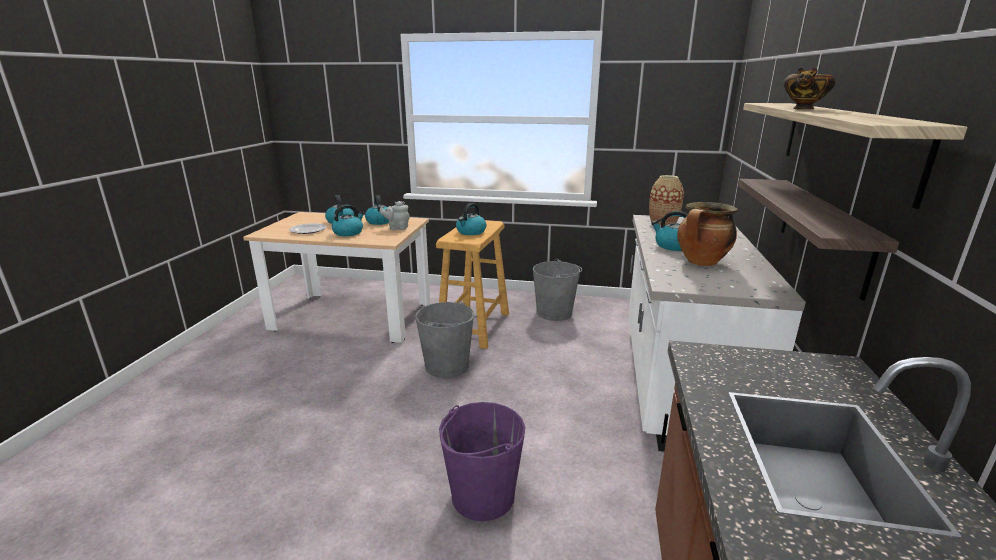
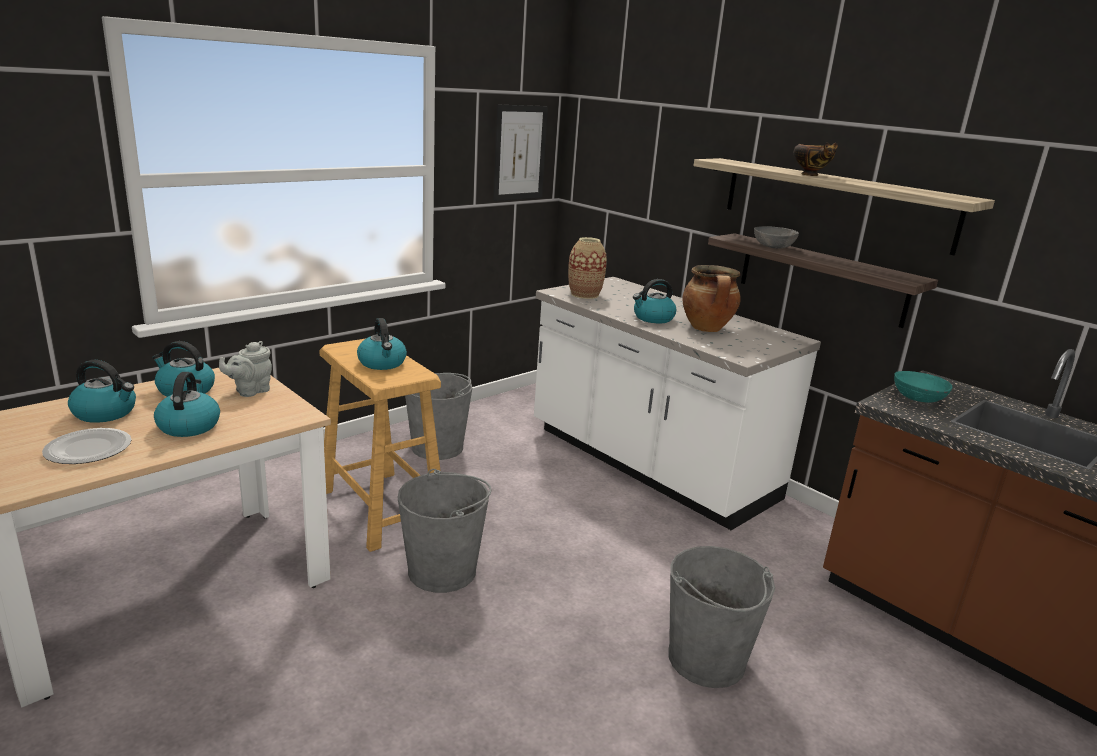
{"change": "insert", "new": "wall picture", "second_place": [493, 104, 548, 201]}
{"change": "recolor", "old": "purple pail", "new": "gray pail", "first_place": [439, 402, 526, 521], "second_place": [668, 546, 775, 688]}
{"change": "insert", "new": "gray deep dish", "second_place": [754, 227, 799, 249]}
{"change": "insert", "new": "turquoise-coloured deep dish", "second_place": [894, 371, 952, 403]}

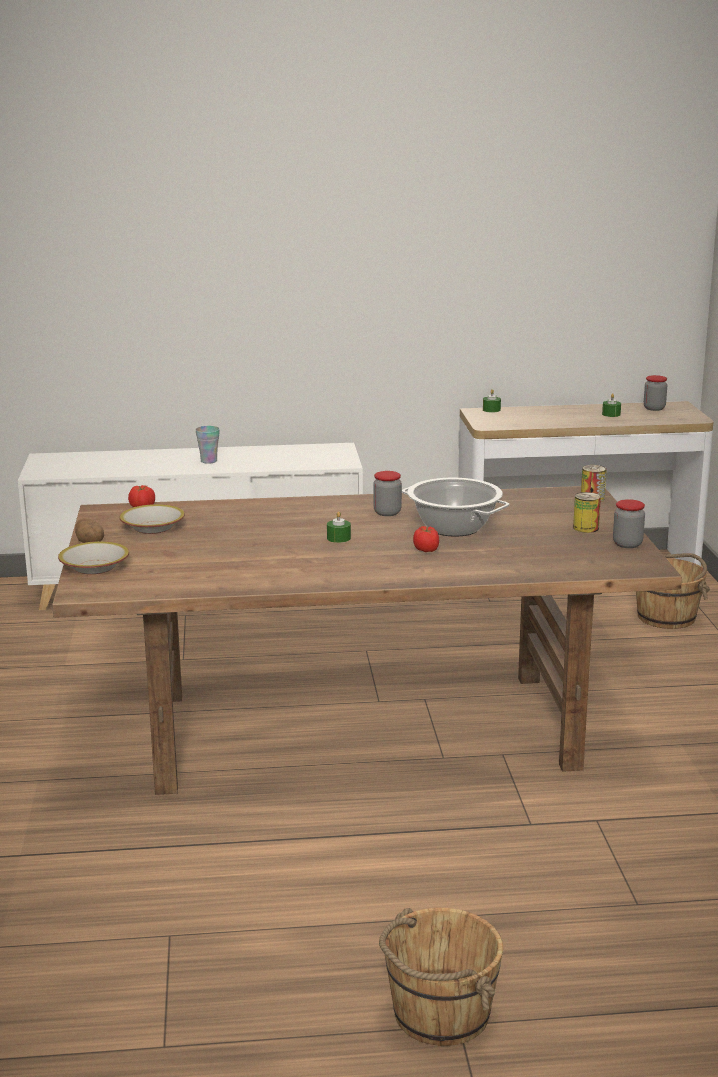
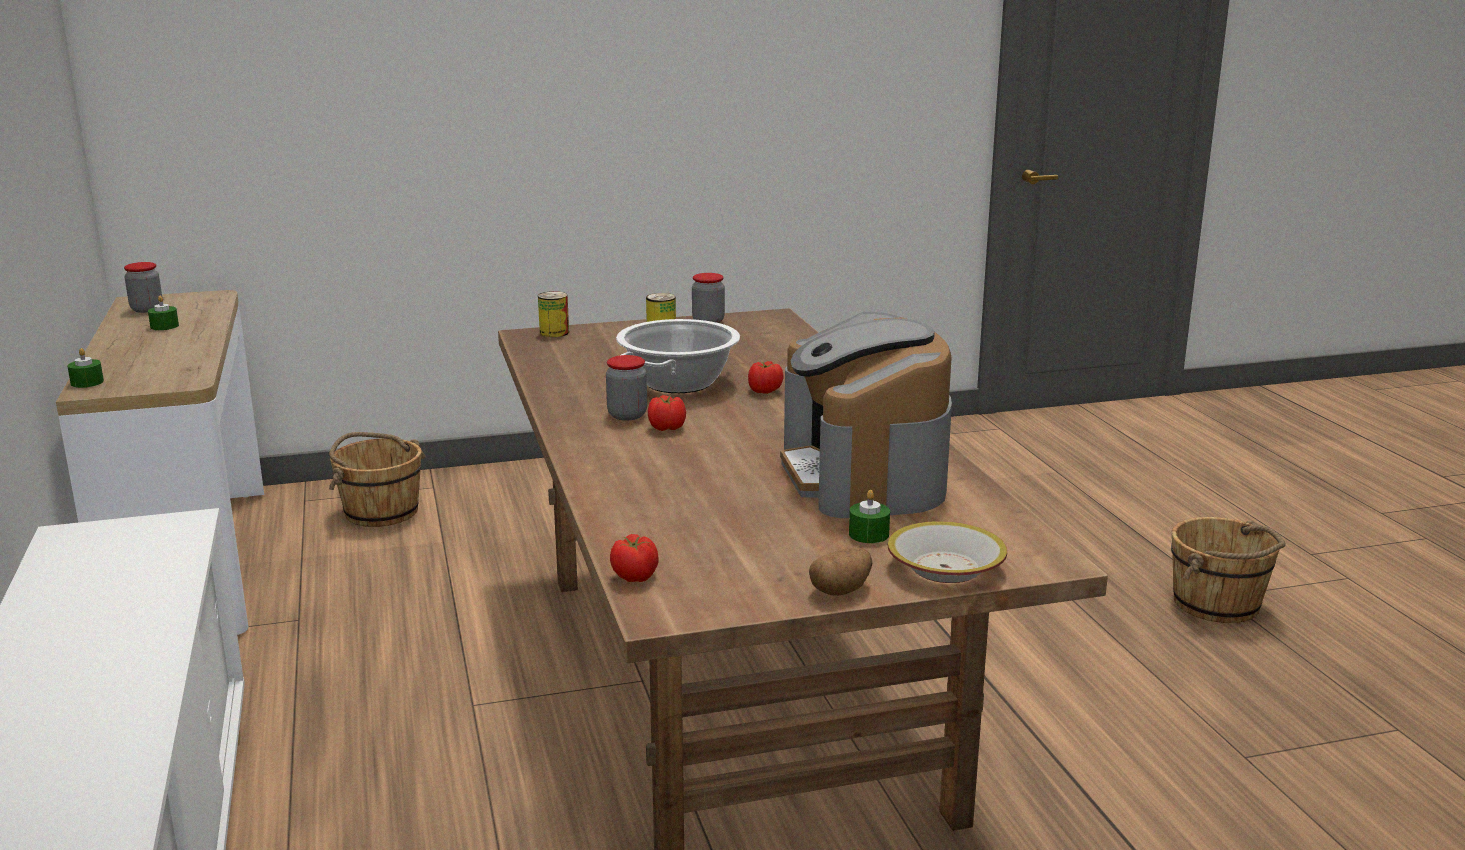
{"change": "insert", "new": "tomato", "second_place": [648, 395, 686, 431]}
{"change": "insert", "new": "coffee brewer", "second_place": [780, 312, 952, 518]}
{"change": "move", "old": "green wax candle", "first_place": [327, 511, 351, 543], "second_place": [849, 490, 890, 543]}
{"change": "delete", "old": "deep dish", "first_place": [120, 504, 185, 534]}
{"change": "delete", "old": "drinking cup", "first_place": [195, 426, 220, 464]}

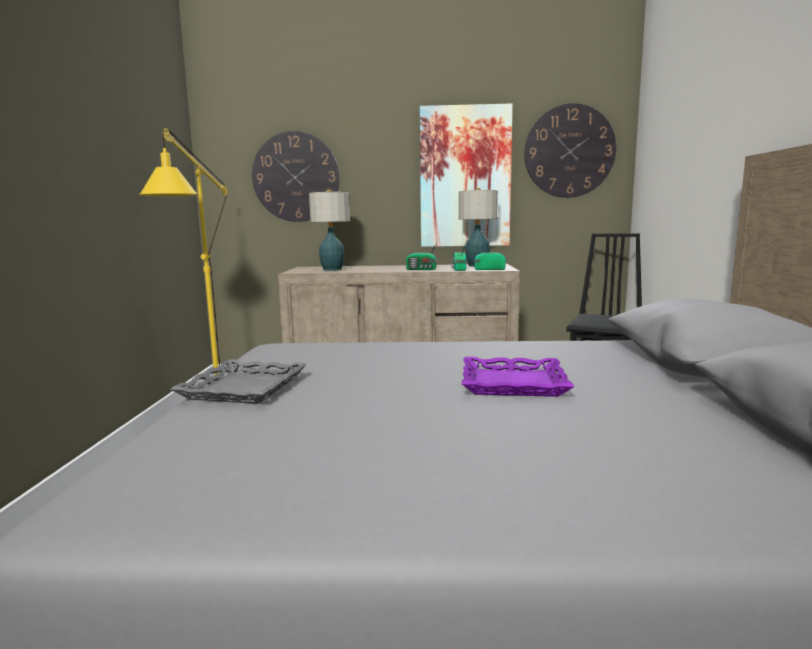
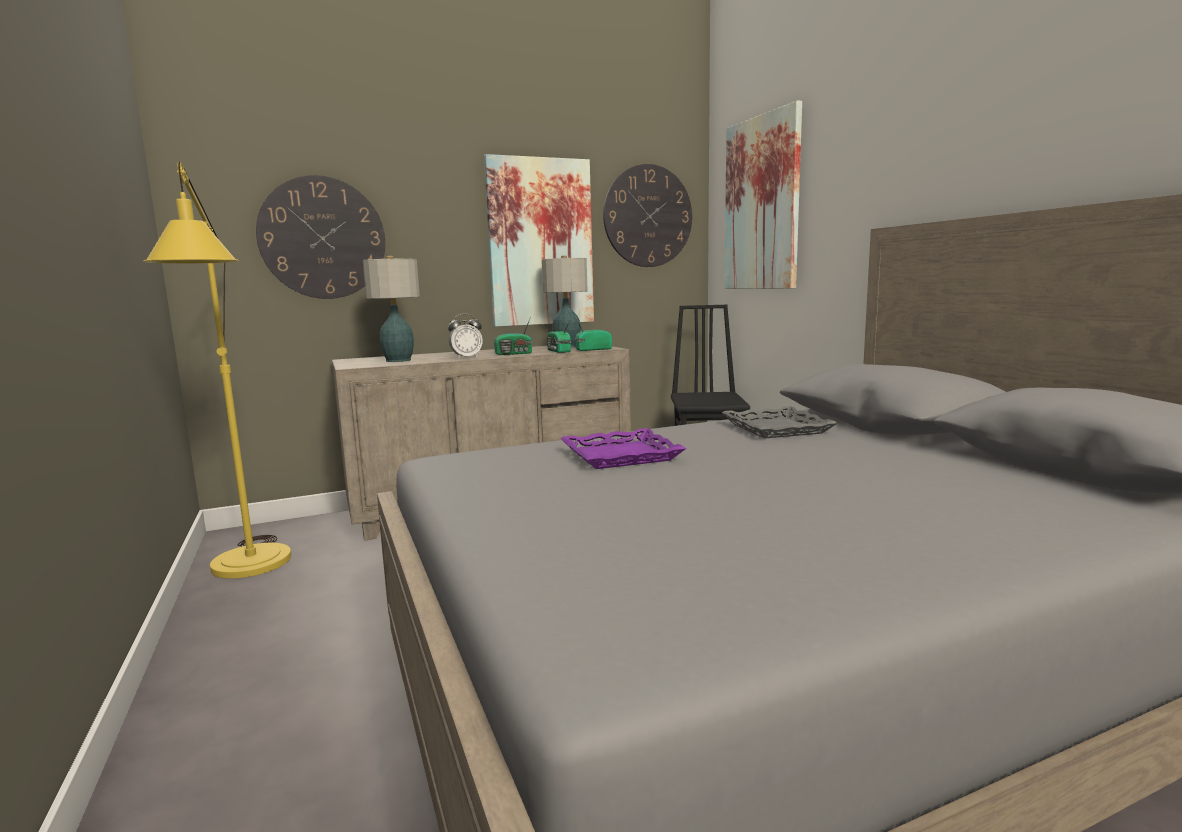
{"change": "insert", "new": "alarm clock", "second_place": [448, 313, 483, 359]}
{"change": "move", "old": "purple tray", "first_place": [462, 357, 574, 397], "second_place": [560, 428, 686, 469]}
{"change": "move", "old": "gray tray", "first_place": [170, 359, 307, 404], "second_place": [722, 406, 838, 439]}
{"change": "insert", "new": "wall picture", "second_place": [724, 101, 802, 289]}

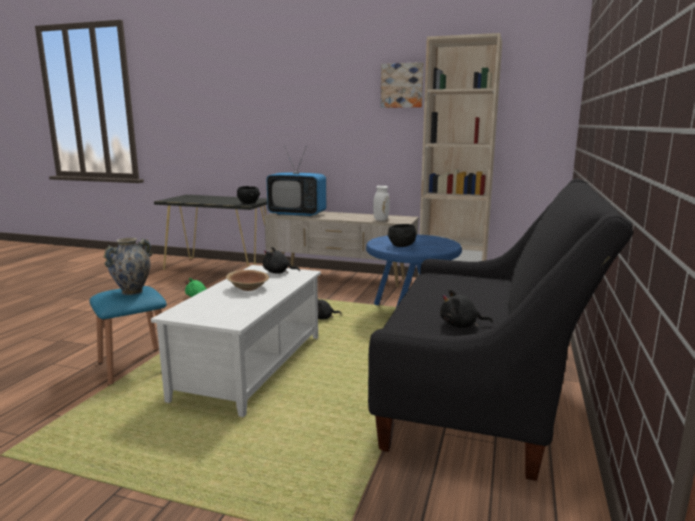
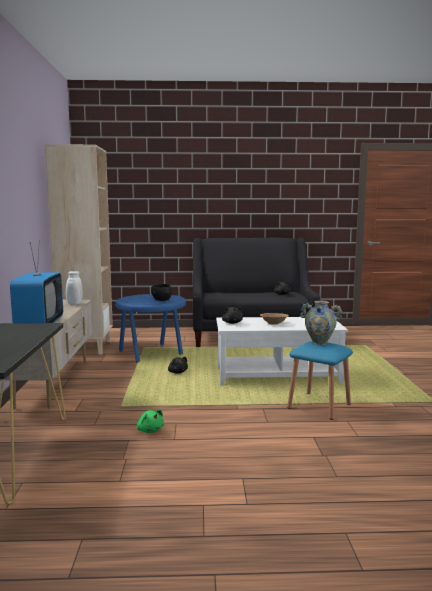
{"change": "delete", "old": "black-coloured deep dish", "first_place": [237, 186, 260, 204]}
{"change": "delete", "old": "wall picture", "first_place": [380, 62, 424, 108]}

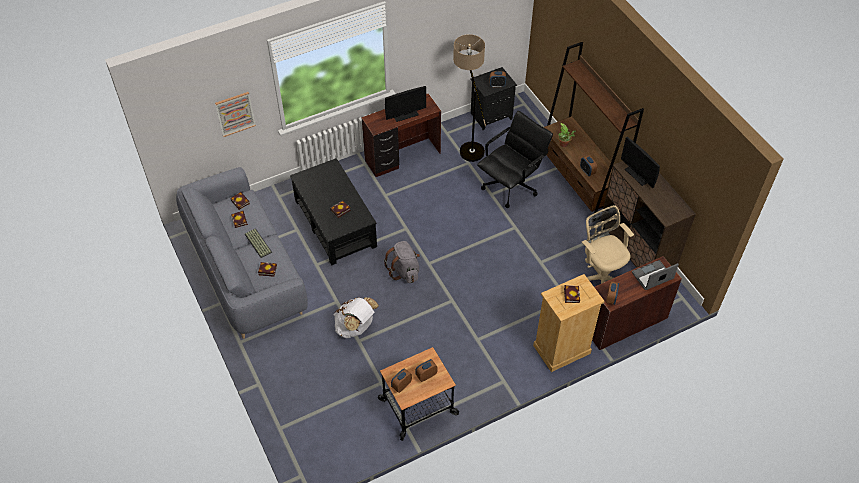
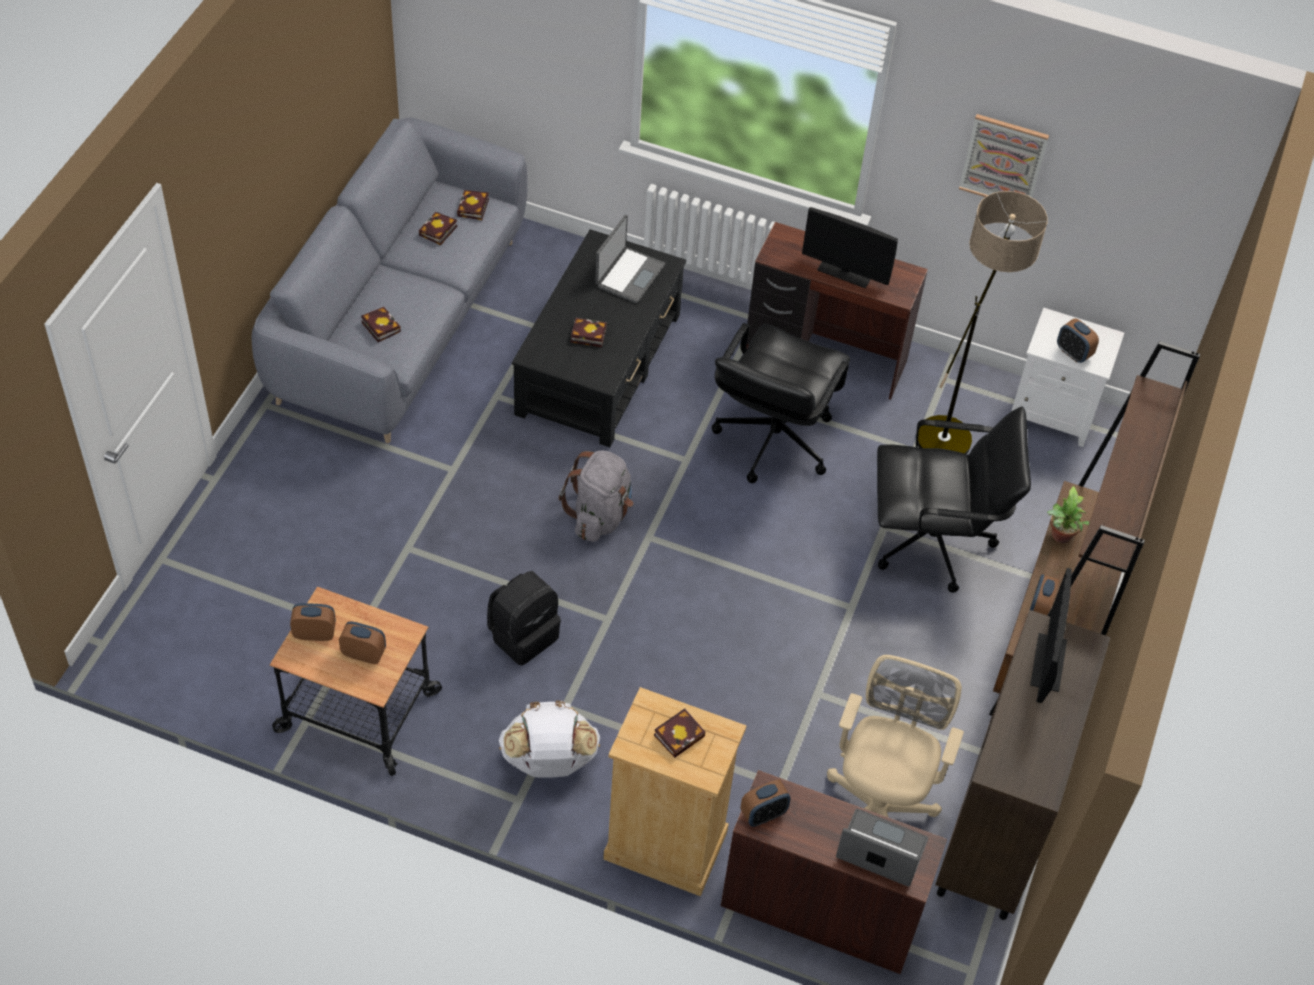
{"change": "insert", "new": "black-coloured rucksack", "second_place": [487, 571, 561, 665]}
{"change": "move", "old": "white rucksack", "first_place": [334, 297, 379, 338], "second_place": [499, 700, 600, 778]}
{"change": "insert", "new": "notebook computer", "second_place": [595, 215, 665, 304]}
{"change": "insert", "new": "black-coloured desk chair", "second_place": [712, 323, 850, 483]}
{"change": "move", "old": "wall picture", "first_place": [215, 92, 256, 137], "second_place": [959, 114, 1049, 197]}
{"change": "recolor", "old": "black-coloured nightstand", "new": "white nightstand", "first_place": [470, 67, 517, 130], "second_place": [1012, 308, 1124, 447]}
{"change": "delete", "old": "computer keyboard", "first_place": [245, 228, 272, 258]}

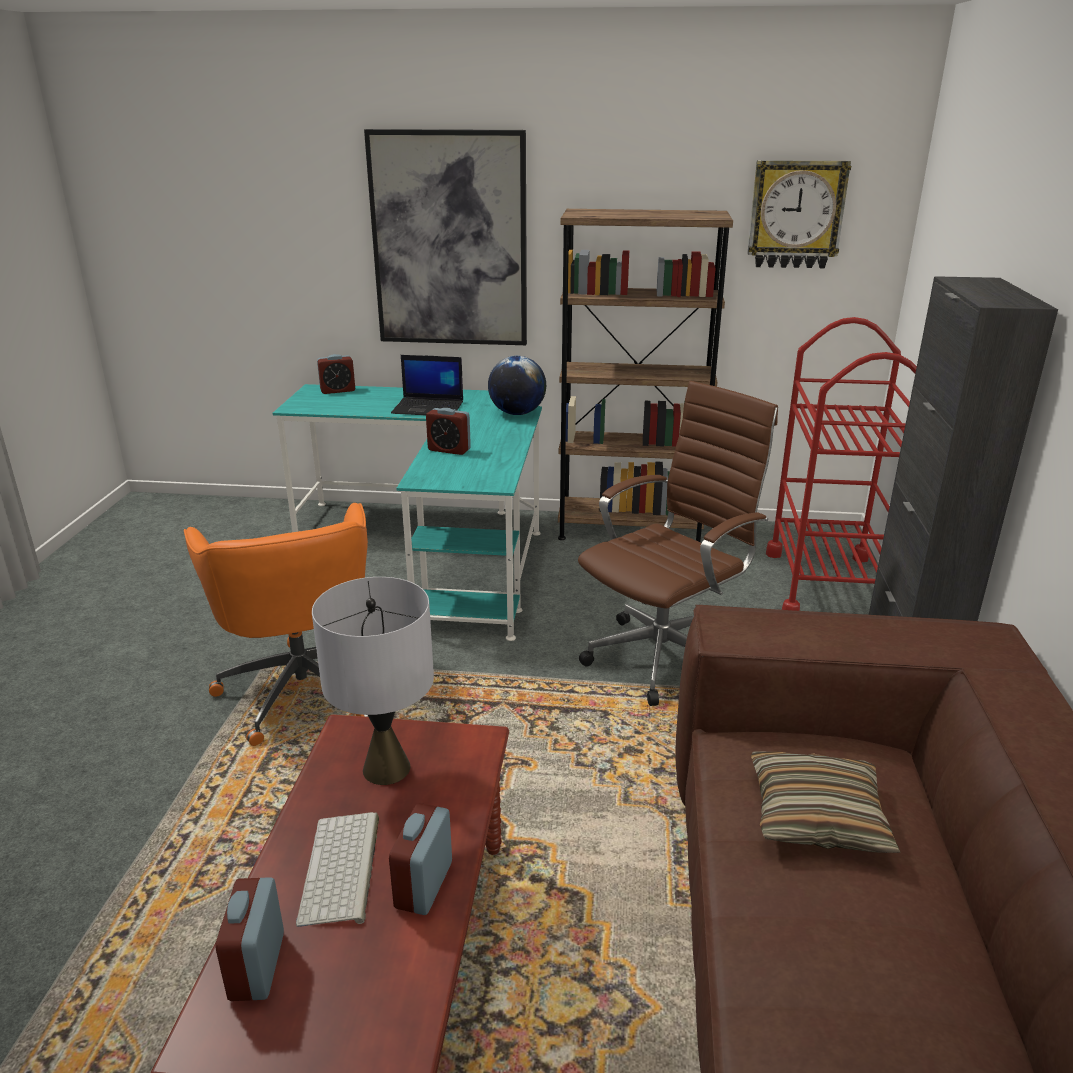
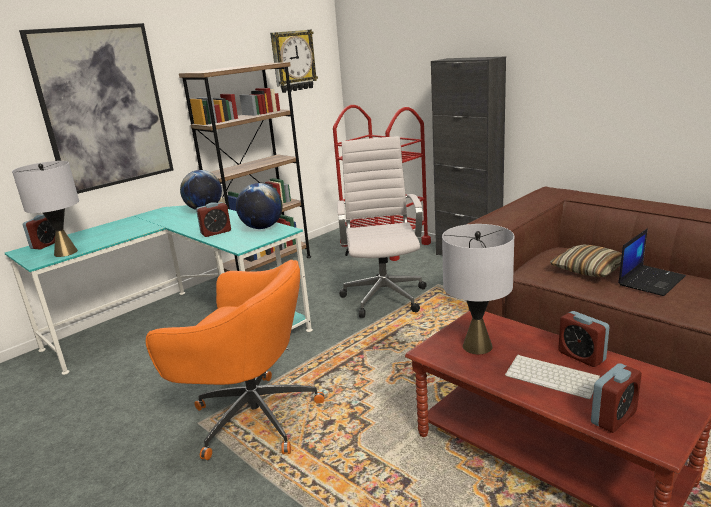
{"change": "insert", "new": "gray table lamp", "second_place": [12, 161, 79, 257]}
{"change": "insert", "new": "world globe", "second_place": [236, 183, 282, 229]}
{"change": "recolor", "old": "brownish desk chair", "new": "white desk chair", "first_place": [578, 381, 778, 706], "second_place": [337, 136, 427, 318]}
{"change": "rotate", "old": "alarm clock", "first_place": [215, 877, 284, 1001], "second_place": [591, 363, 642, 433], "degrees": -75}
{"change": "move", "old": "notebook computer", "first_place": [391, 355, 463, 415], "second_place": [618, 228, 686, 296]}

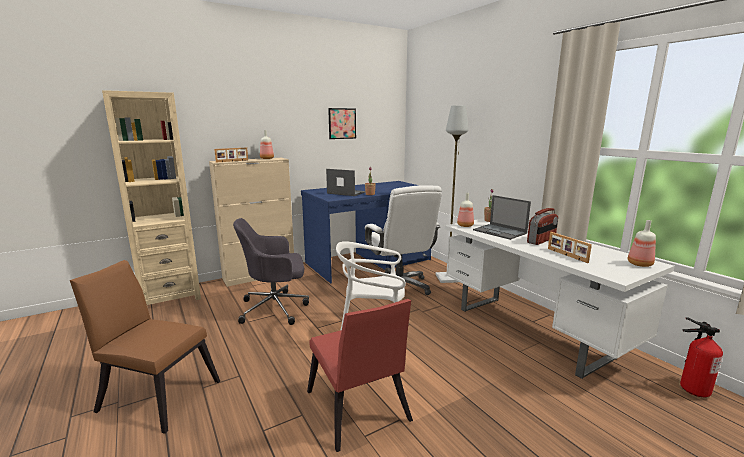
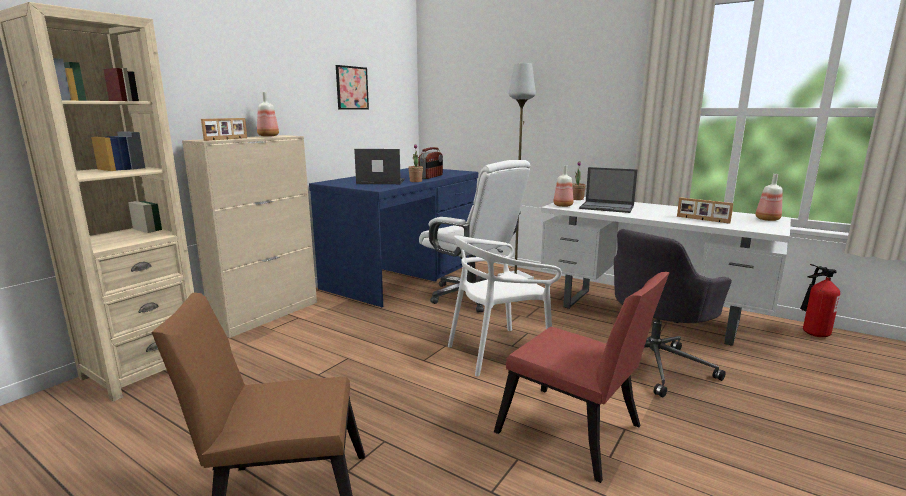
{"change": "move", "old": "radio set", "first_place": [527, 208, 558, 245], "second_place": [418, 147, 443, 179]}
{"change": "move", "old": "gray desk chair", "first_place": [233, 218, 309, 325], "second_place": [614, 229, 732, 397]}

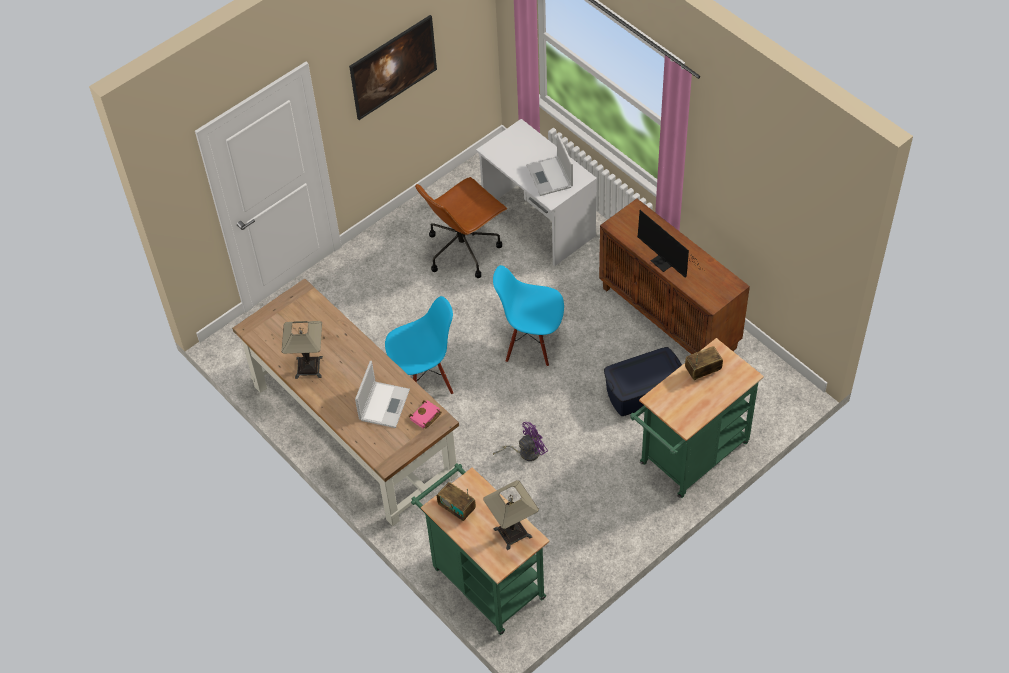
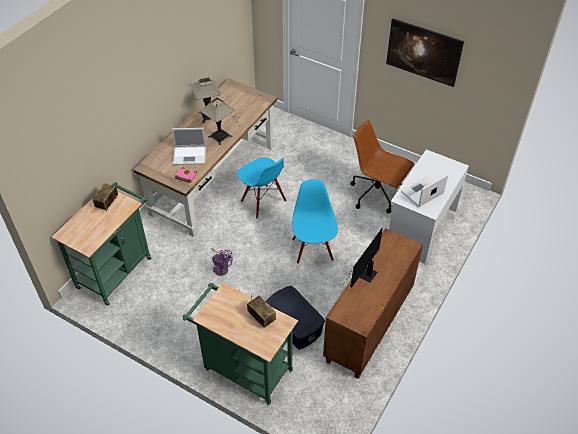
{"change": "move", "old": "table lamp", "first_place": [483, 480, 539, 550], "second_place": [200, 98, 235, 145]}

